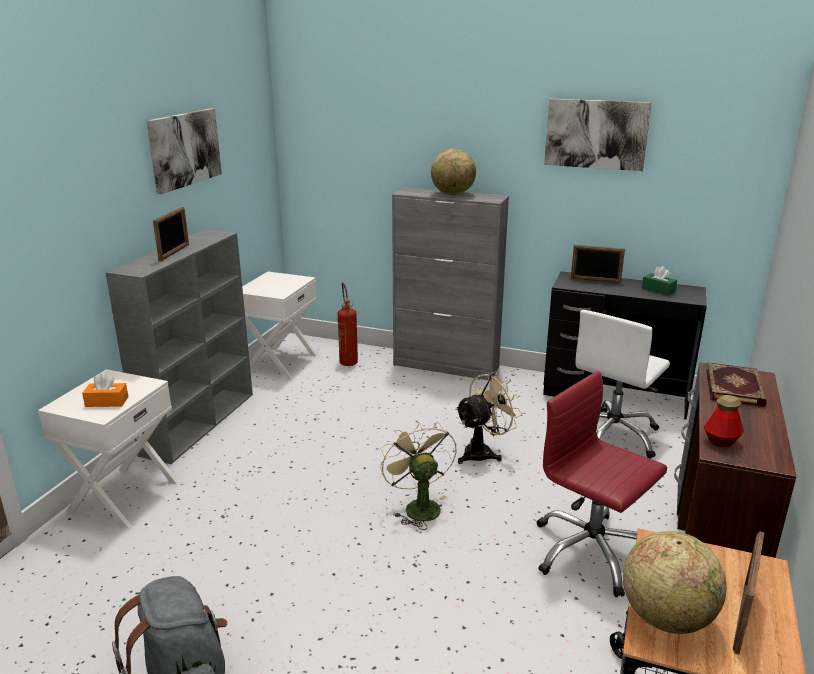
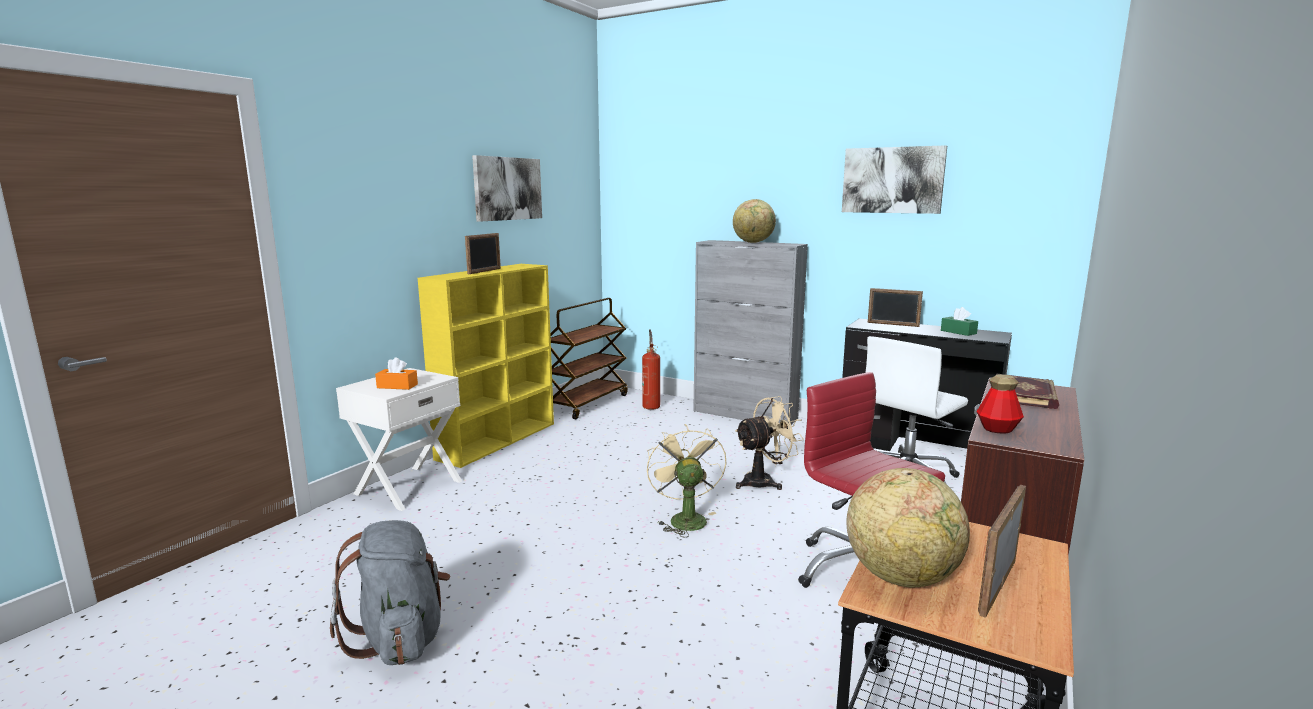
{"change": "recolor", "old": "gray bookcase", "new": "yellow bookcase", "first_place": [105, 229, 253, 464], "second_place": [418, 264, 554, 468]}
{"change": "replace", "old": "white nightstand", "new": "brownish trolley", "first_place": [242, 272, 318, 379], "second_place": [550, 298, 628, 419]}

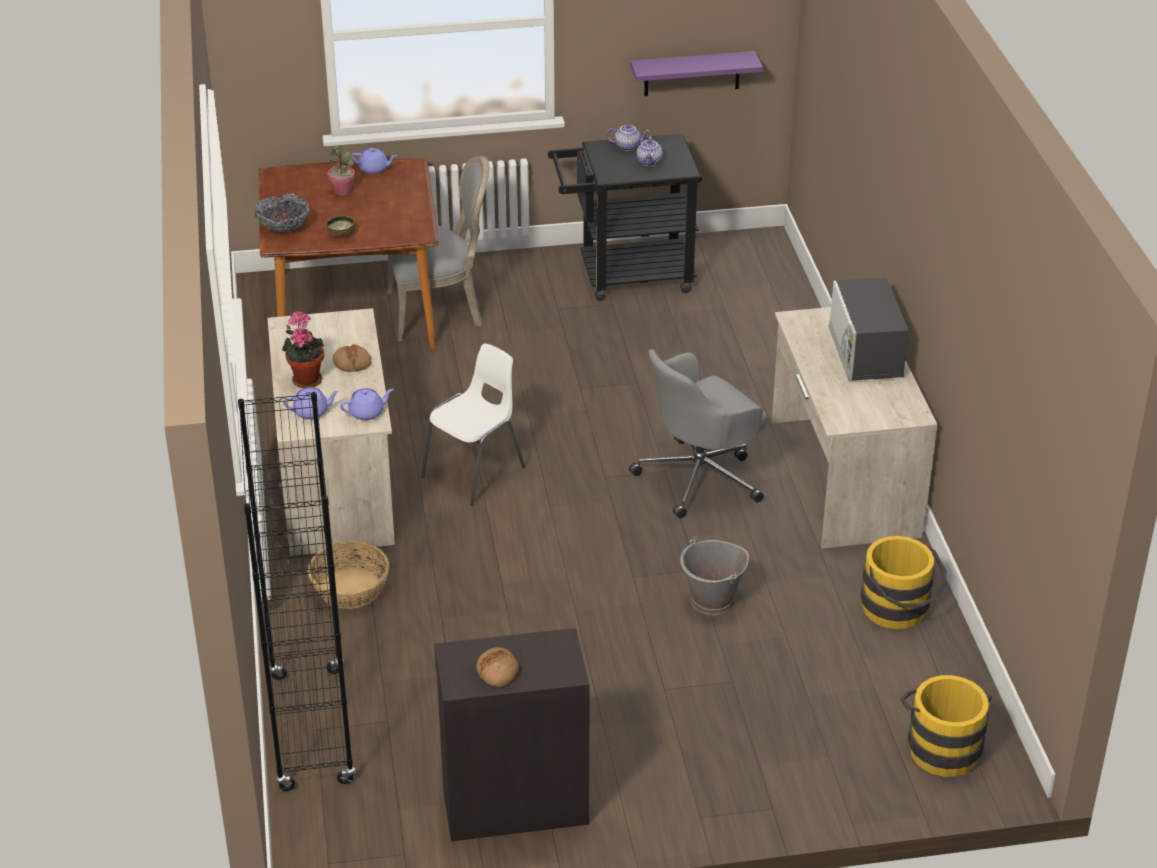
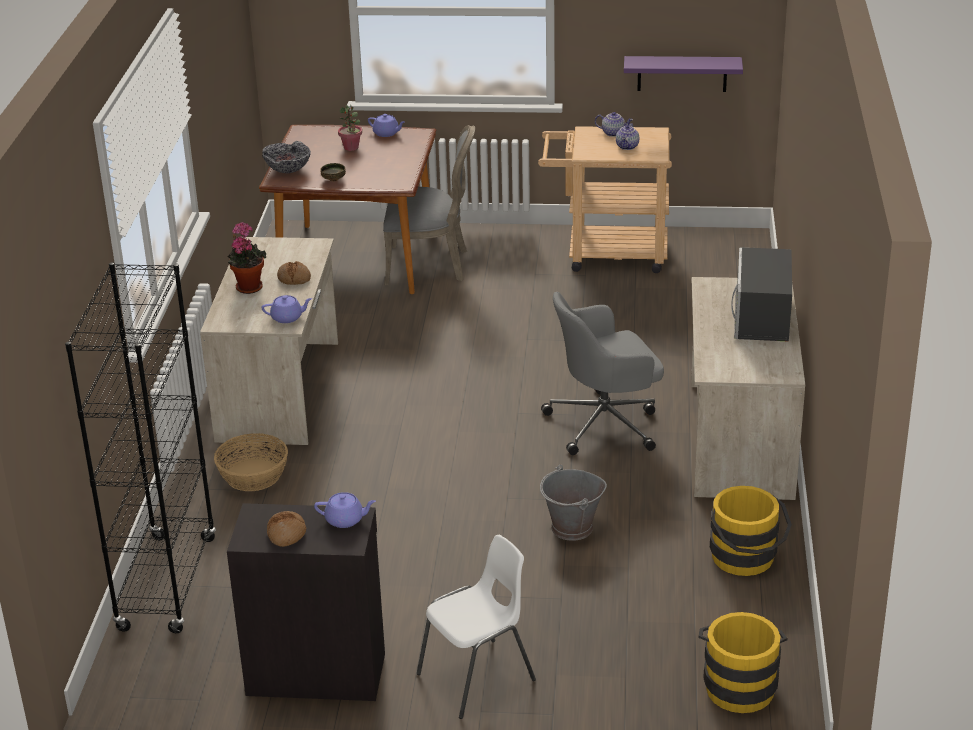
{"change": "move", "old": "purple teapot", "first_place": [283, 387, 339, 419], "second_place": [314, 492, 376, 528]}
{"change": "move", "old": "white plain chair", "first_place": [421, 344, 526, 506], "second_place": [417, 535, 536, 719]}
{"change": "recolor", "old": "black-coloured trolley", "new": "beige trolley", "first_place": [548, 134, 702, 301], "second_place": [538, 126, 672, 273]}

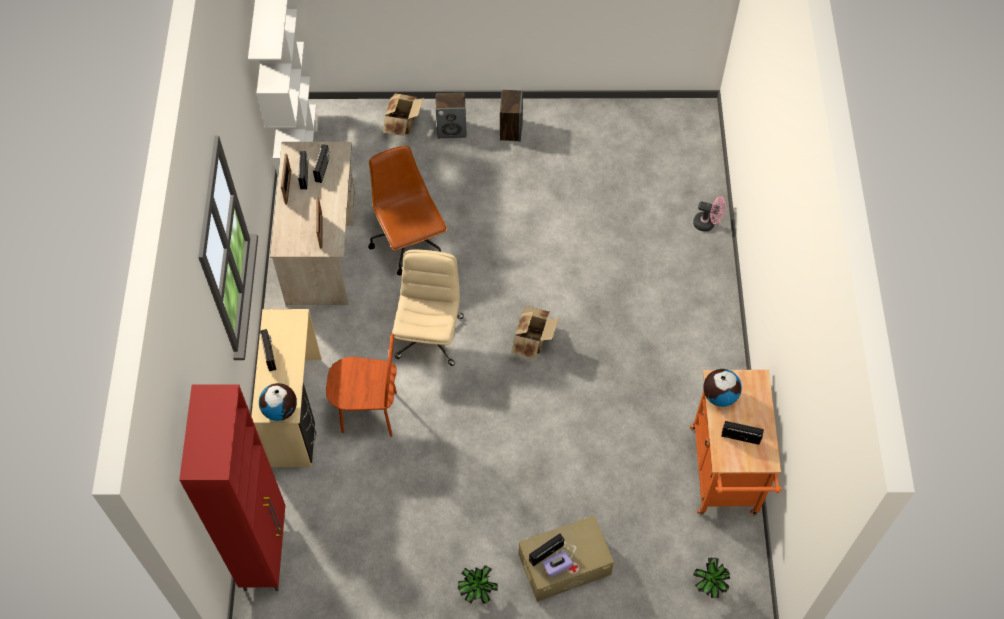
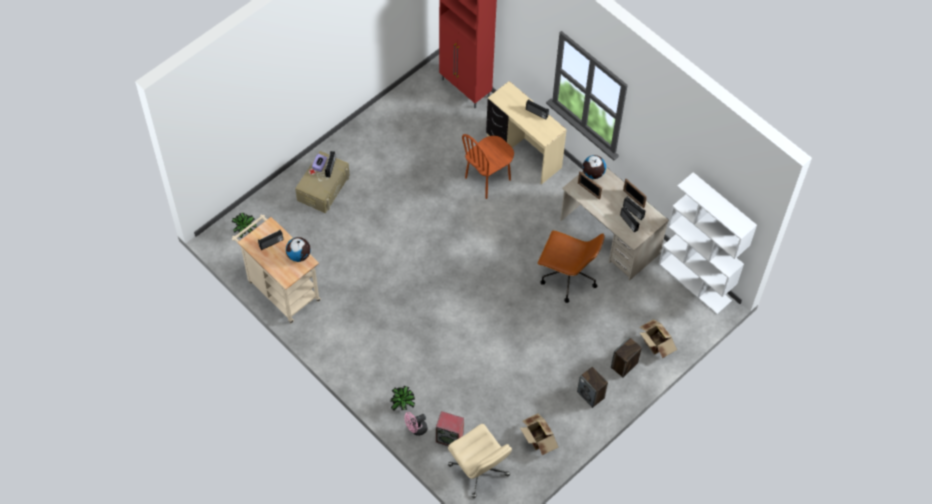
{"change": "recolor", "old": "orange trolley", "new": "beige trolley", "first_place": [690, 370, 782, 516], "second_place": [232, 214, 321, 323]}
{"change": "move", "old": "potted plant", "first_place": [458, 565, 498, 604], "second_place": [390, 386, 415, 411]}
{"change": "insert", "new": "audio speaker", "second_place": [436, 411, 464, 446]}
{"change": "move", "old": "beige desk chair", "first_place": [392, 249, 464, 366], "second_place": [448, 424, 512, 498]}
{"change": "move", "old": "carton", "first_place": [511, 306, 559, 359], "second_place": [520, 413, 559, 455]}
{"change": "move", "old": "world globe", "first_place": [259, 383, 297, 421], "second_place": [582, 155, 606, 179]}

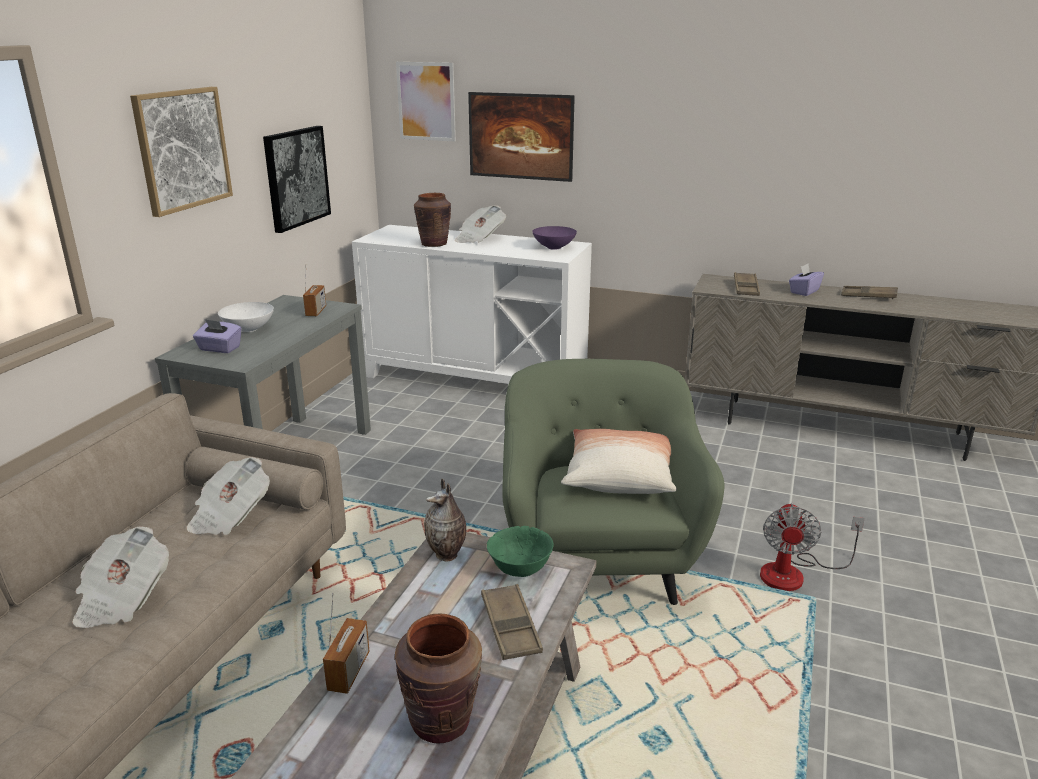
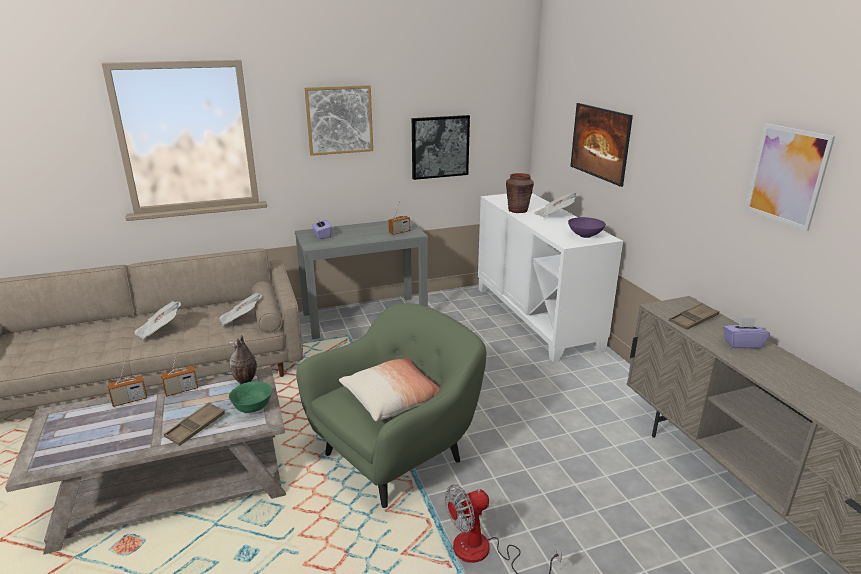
{"change": "insert", "new": "radio set", "second_place": [161, 347, 198, 397]}
{"change": "move", "old": "wall picture", "first_place": [396, 62, 456, 142], "second_place": [746, 124, 835, 231]}
{"change": "delete", "old": "white deep dish", "first_place": [218, 302, 274, 332]}
{"change": "delete", "old": "brownish flower vase", "first_place": [394, 614, 482, 743]}
{"change": "delete", "old": "brownish tray", "first_place": [841, 286, 898, 299]}

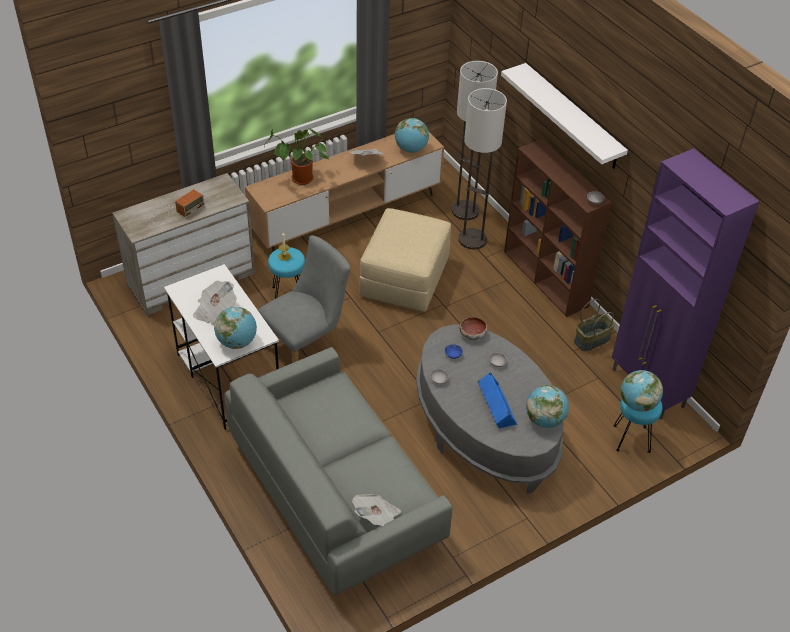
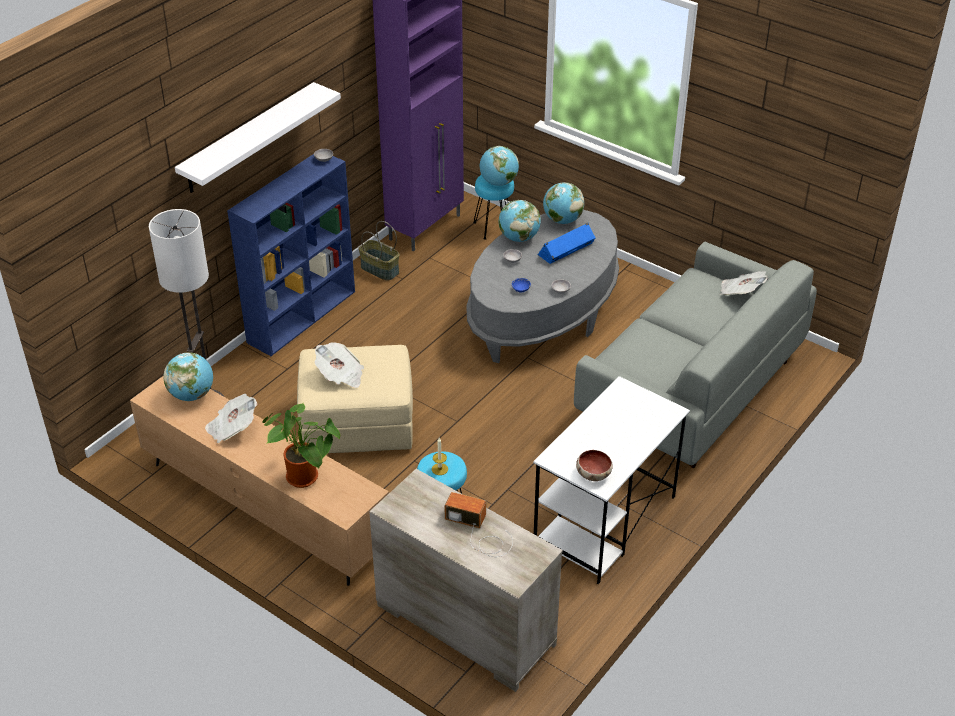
{"change": "recolor", "old": "brownish bookcase", "new": "bluish bookcase", "first_place": [504, 139, 612, 317], "second_place": [227, 154, 355, 356]}
{"change": "move", "old": "newspaper", "first_place": [193, 280, 236, 325], "second_place": [315, 342, 364, 388]}
{"change": "move", "old": "world globe", "first_place": [214, 307, 257, 349], "second_place": [499, 200, 541, 242]}
{"change": "move", "old": "deep dish", "first_place": [459, 317, 487, 340], "second_place": [576, 450, 613, 481]}
{"change": "delete", "old": "gray plain chair", "first_place": [258, 235, 350, 363]}
{"change": "delete", "old": "standard lamp", "first_place": [458, 88, 507, 249]}

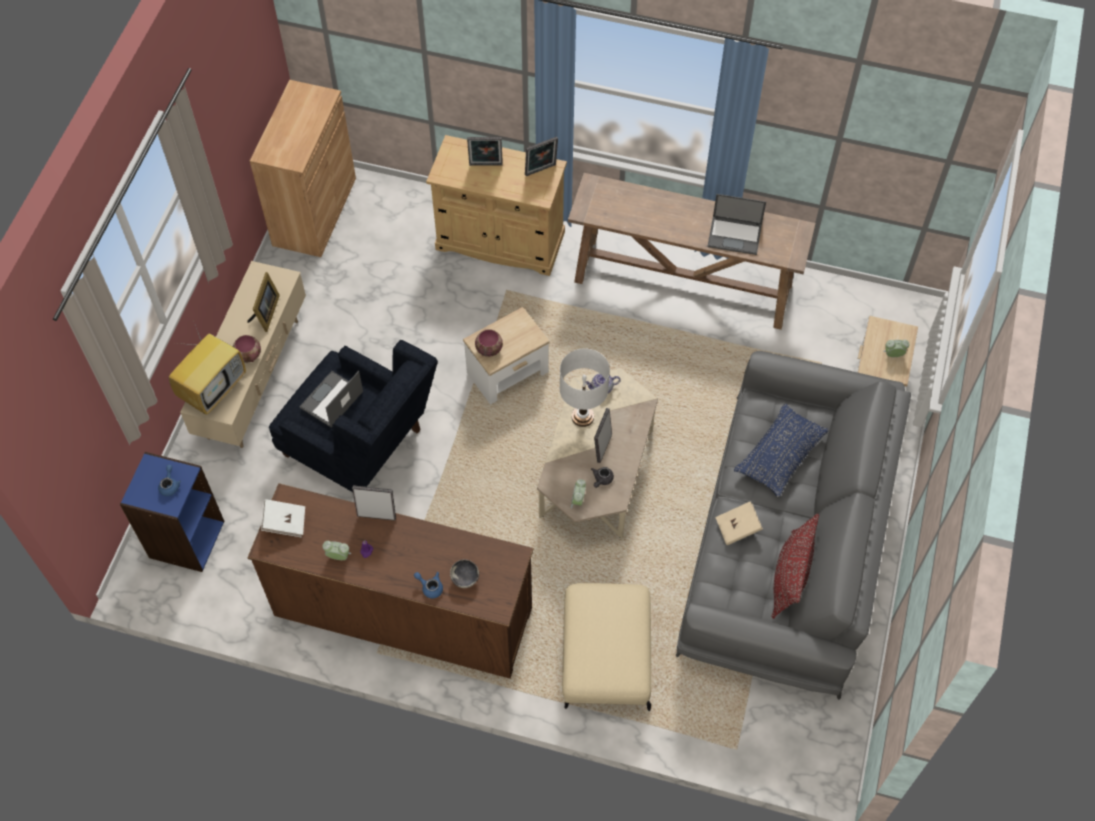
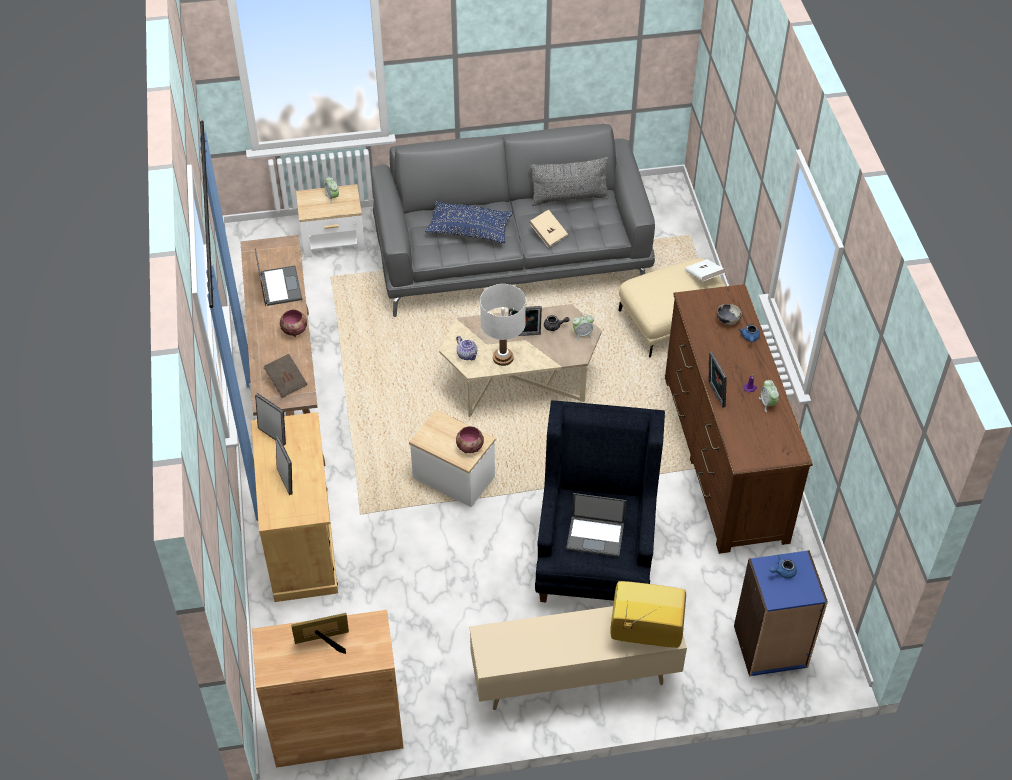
{"change": "insert", "new": "brownish bound book", "second_place": [264, 354, 307, 398]}
{"change": "move", "old": "deep dish", "first_place": [233, 335, 261, 363], "second_place": [280, 310, 307, 337]}
{"change": "move", "old": "picture frame", "first_place": [247, 272, 280, 332], "second_place": [291, 613, 349, 654]}
{"change": "recolor", "old": "red cushion", "new": "gray cushion", "first_place": [771, 513, 819, 619], "second_place": [530, 157, 610, 206]}
{"change": "move", "old": "white bound book", "first_place": [261, 499, 305, 537], "second_place": [685, 259, 724, 281]}

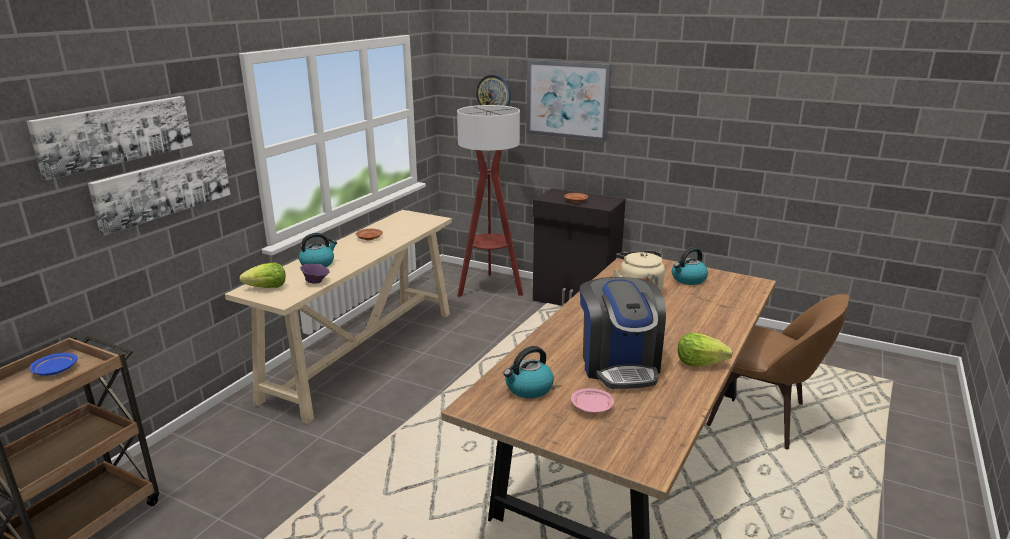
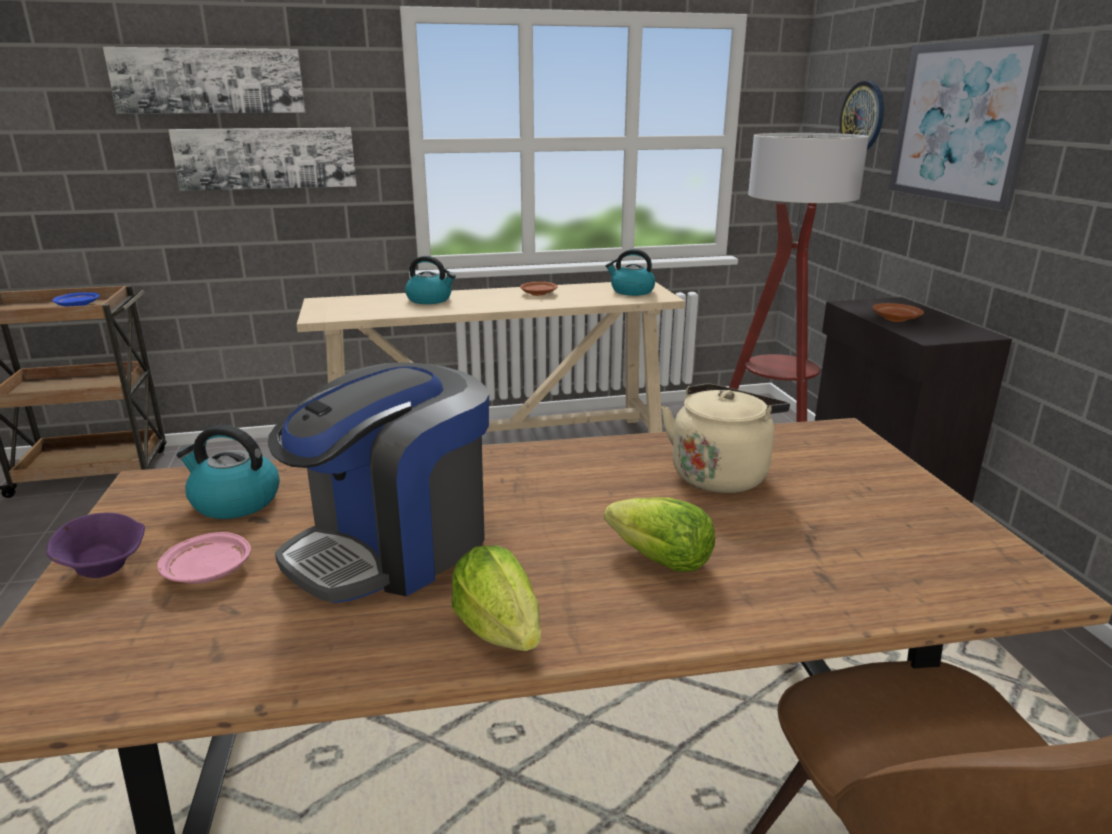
{"change": "move", "old": "purple deep dish", "first_place": [301, 264, 330, 284], "second_place": [46, 513, 145, 578]}
{"change": "move", "old": "lettuce head", "first_place": [240, 263, 286, 288], "second_place": [604, 497, 715, 572]}
{"change": "move", "old": "tea kettle", "first_place": [672, 247, 708, 285], "second_place": [605, 249, 655, 296]}

